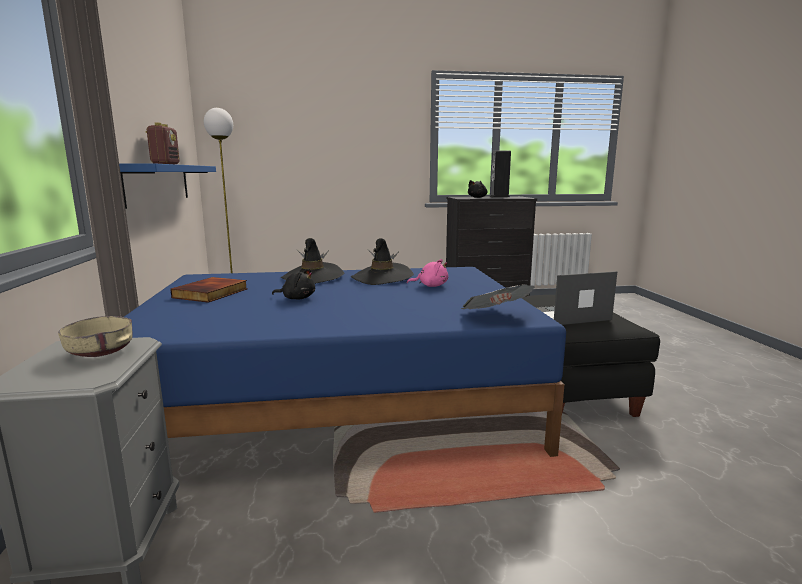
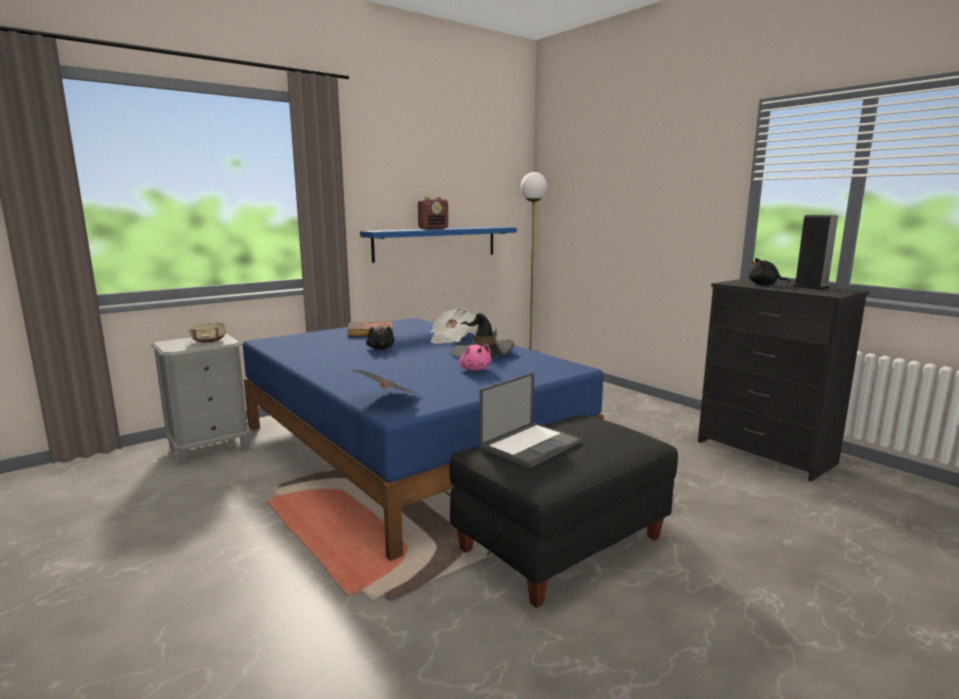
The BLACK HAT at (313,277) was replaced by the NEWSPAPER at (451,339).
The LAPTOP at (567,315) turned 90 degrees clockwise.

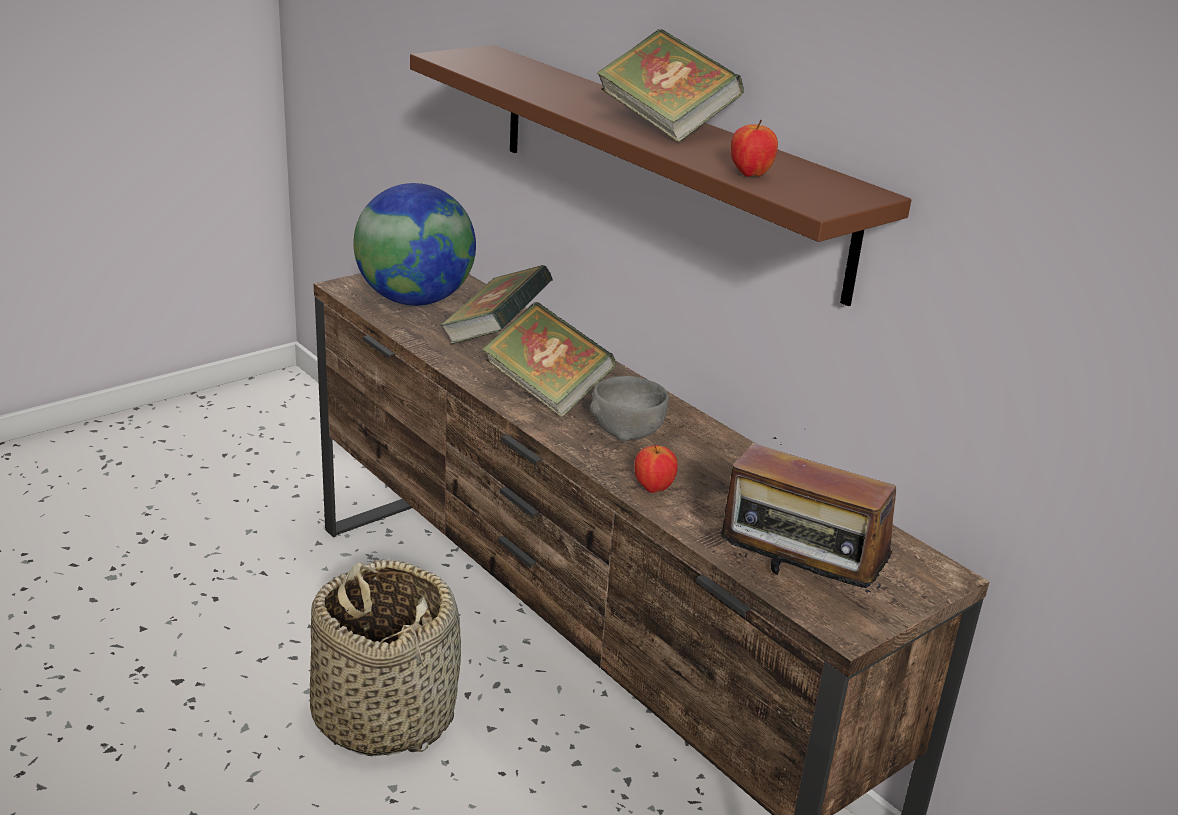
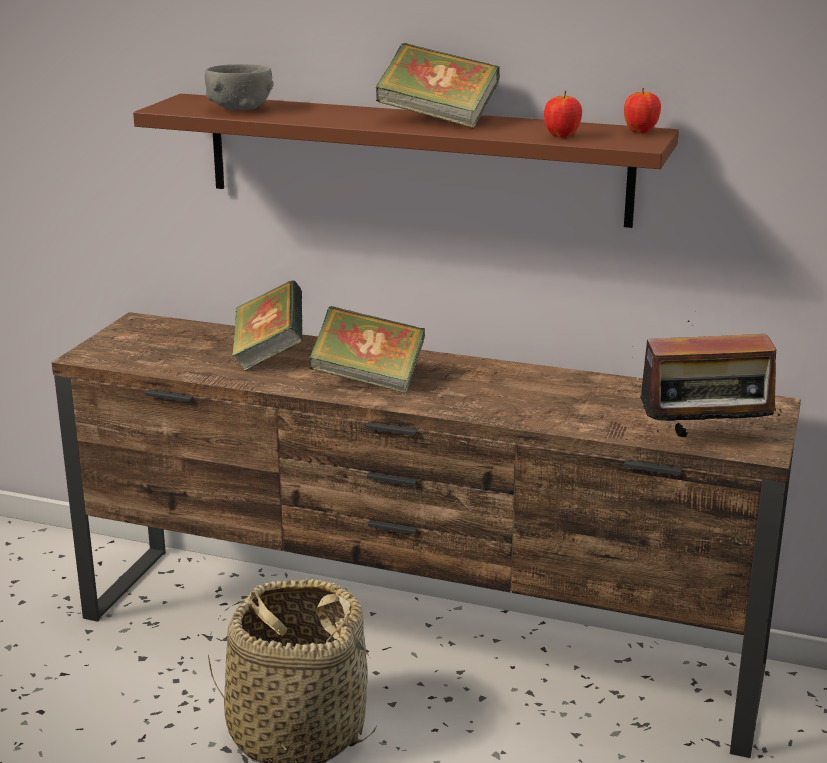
The GLOBE at (415,300) disappeared.
The GREY BOWL moved from (626,432) to (239,109).
The APPLE moved from (653,488) to (640,132).

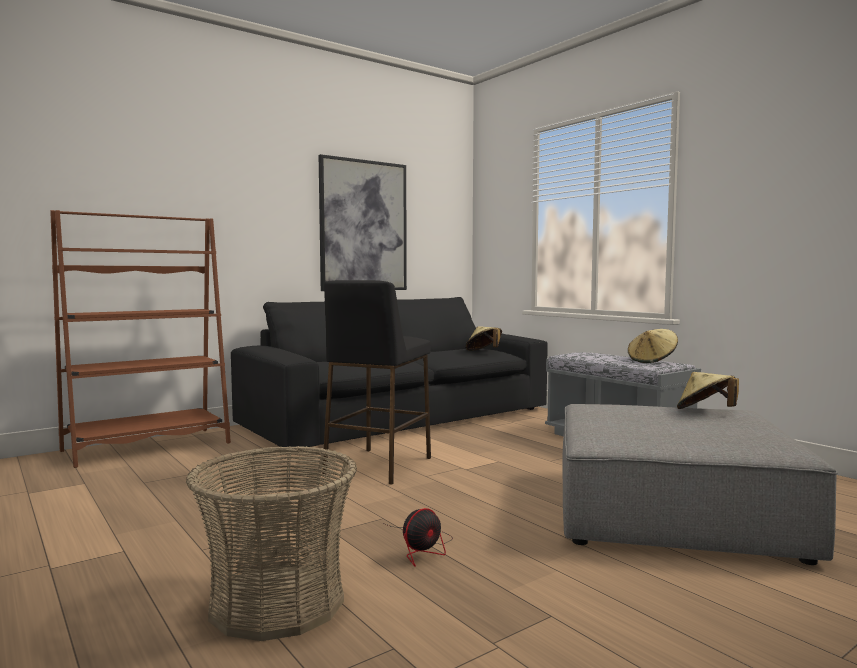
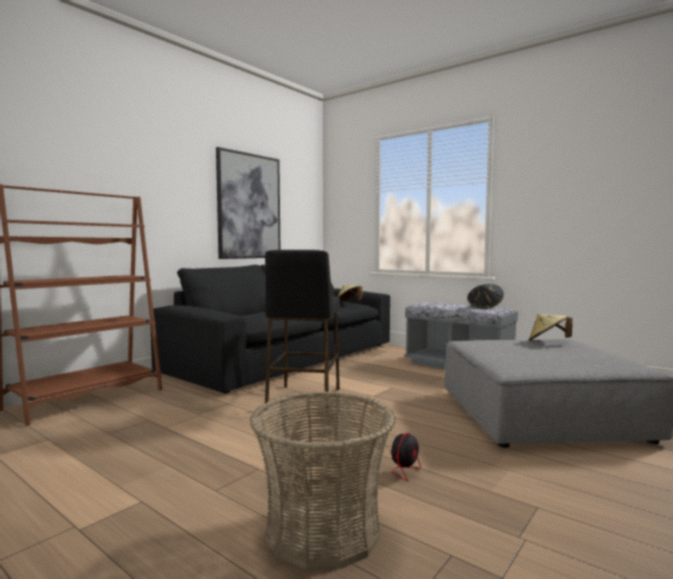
The BEIGE HAT at (652,361) became the BLACK HAT at (485,307).

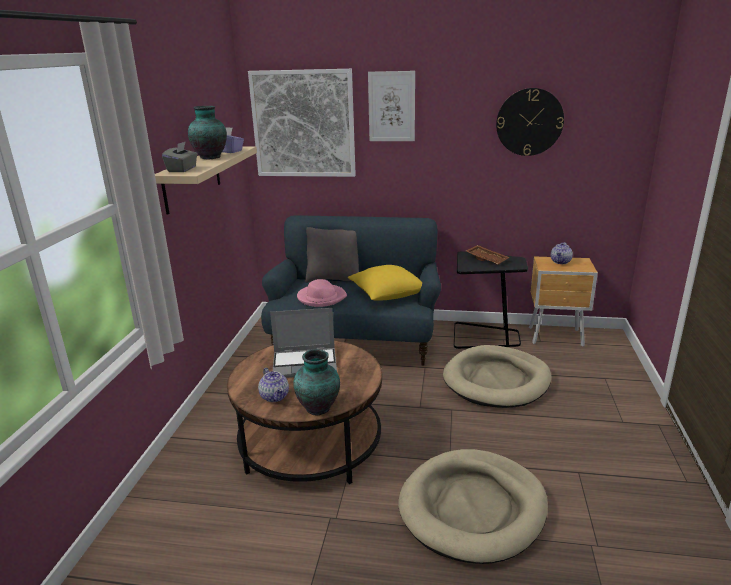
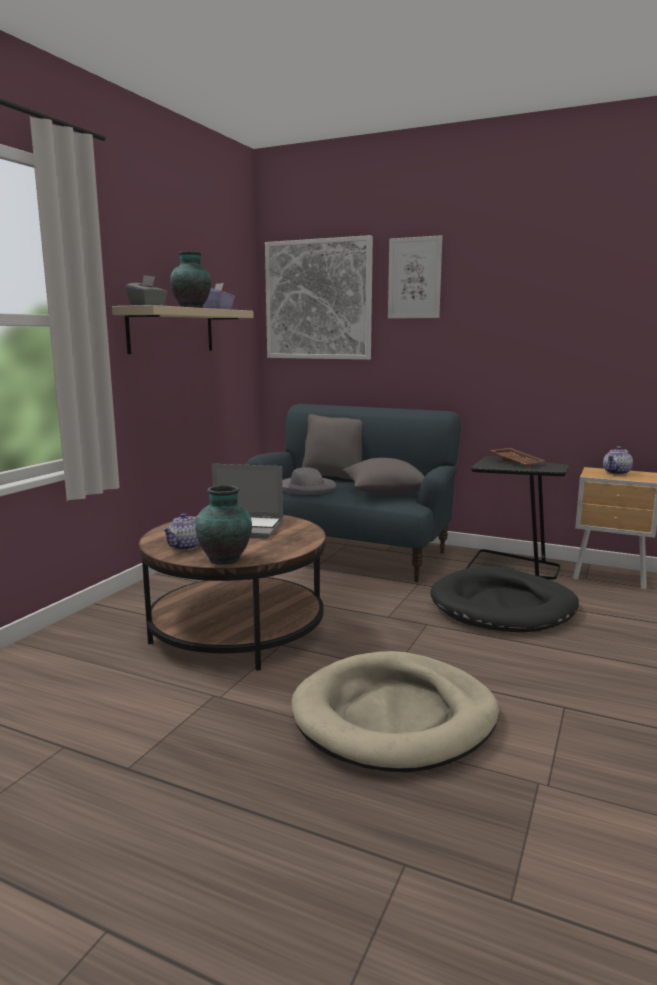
The WALL CLOCK at (529,122) disappeared.
The YELLOW PILLOW at (387,295) became the GREY PILLOW at (385,493).
The PINK HAT at (321,297) became the GREY HAT at (307,488).
The BEIGE DOG BED at (496,380) became the BLACK DOG BED at (503,606).
The TEAPOT at (275,396) turned 45 degrees clockwise.

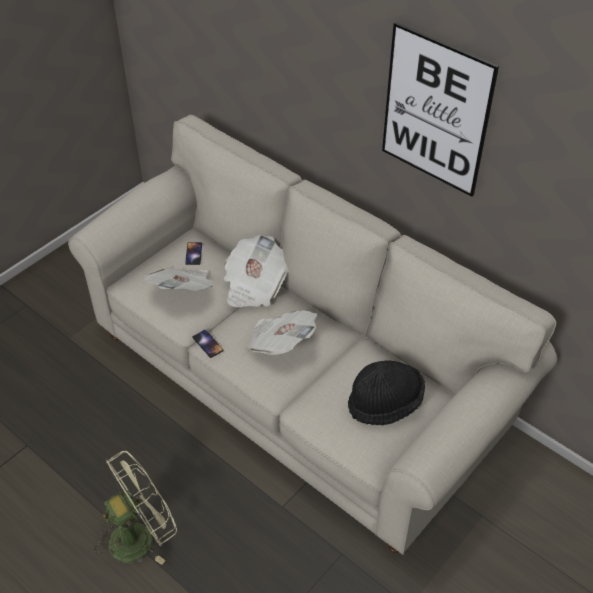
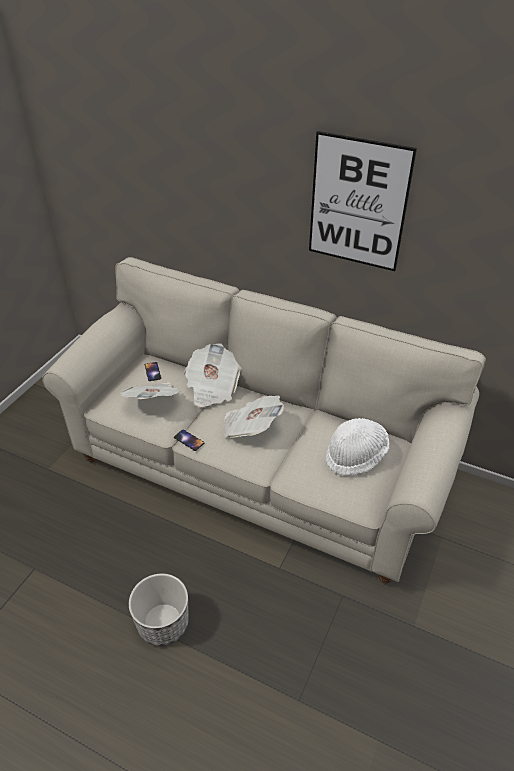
The BLACK HAT at (385,403) became the WHITE HAT at (355,456).
The GREEN FAN at (139,535) was replaced by the PLANTER at (163,623).

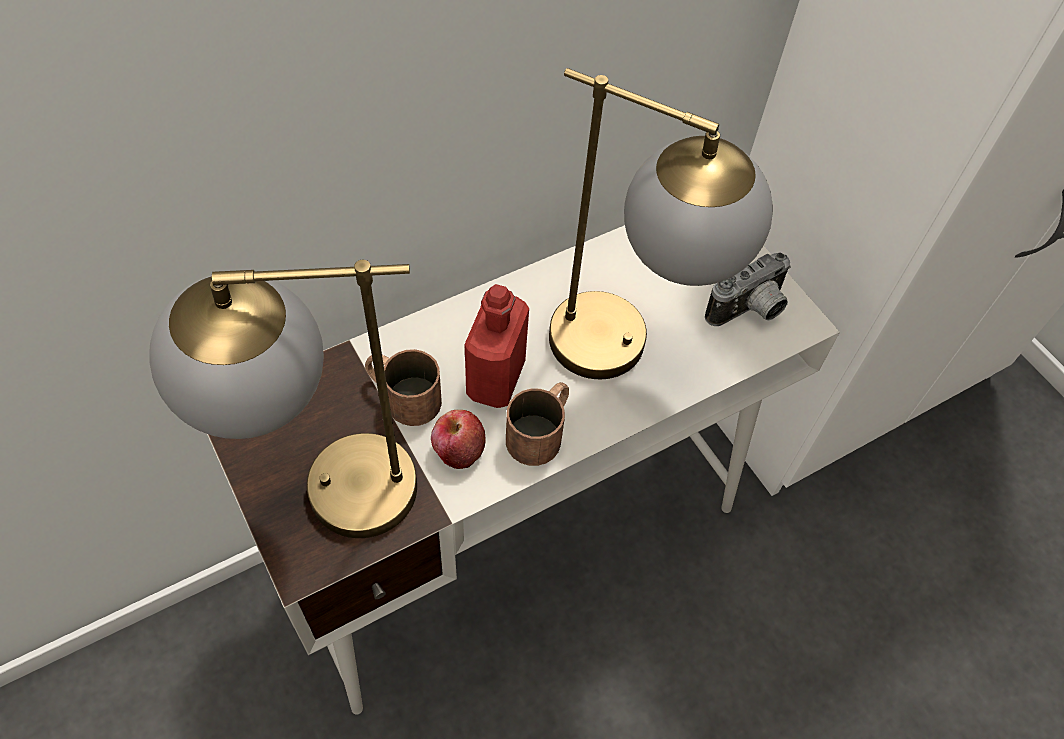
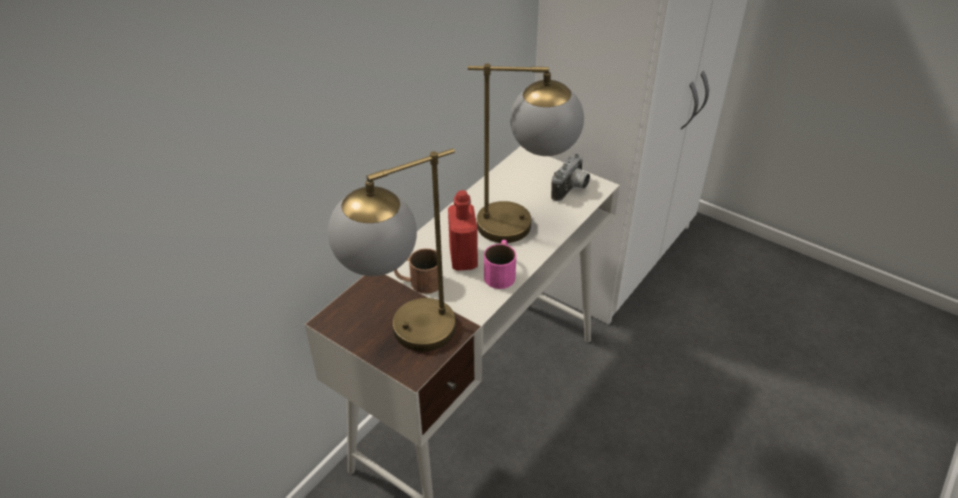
The BROWN MUG at (541,430) became the PINK MUG at (501,272).
The APPLE at (458,450) disappeared.

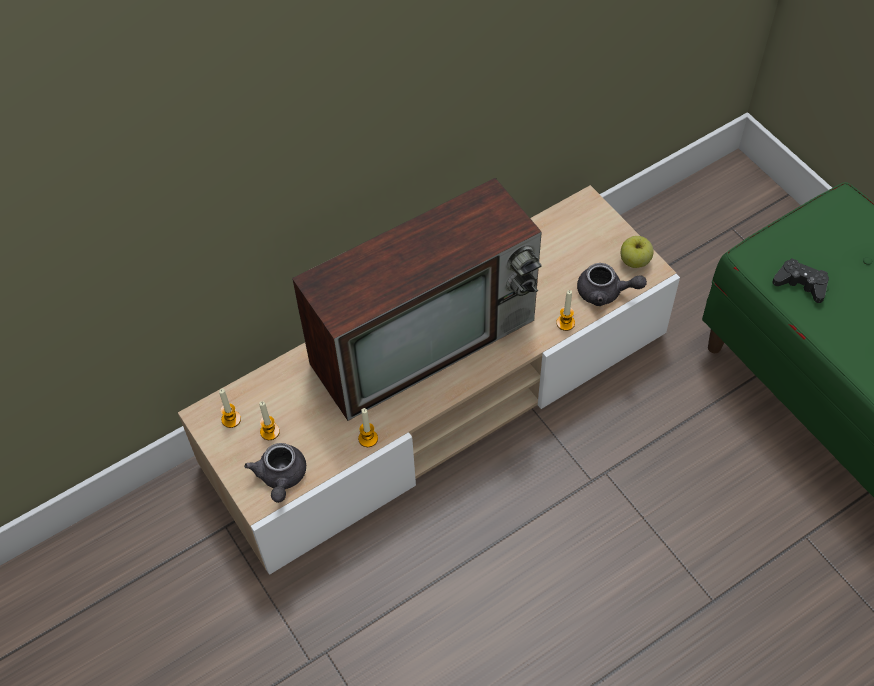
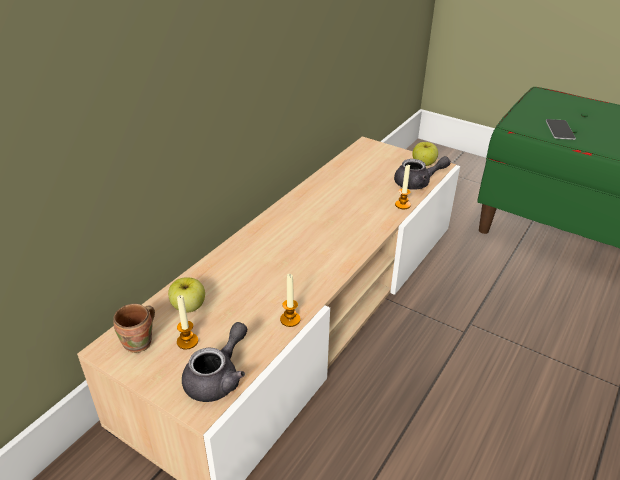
The TELEVISION at (426,338) disappeared.
The BLACK GAME CONTROLLER at (801,284) was replaced by the PHONE at (560,129).
The CANDLE at (231,419) was replaced by the BROWN MUG at (140,343).
The GREY TEAPOT at (281,478) turned 120 degrees counterclockwise.
The APPLE at (188,307) appeared.

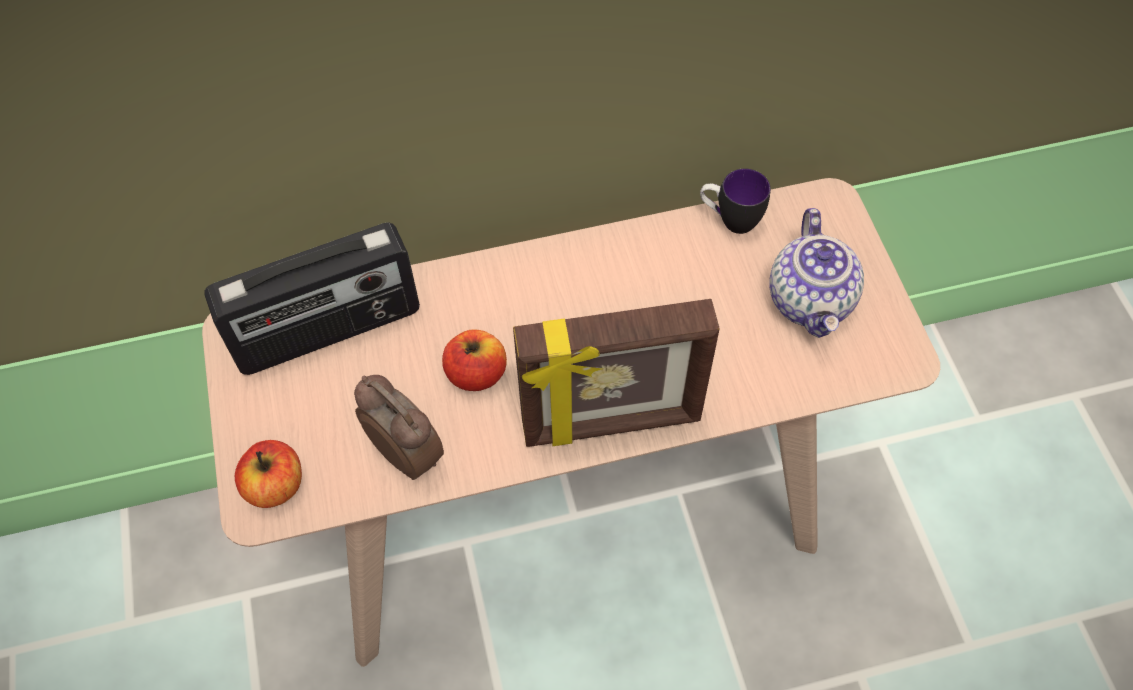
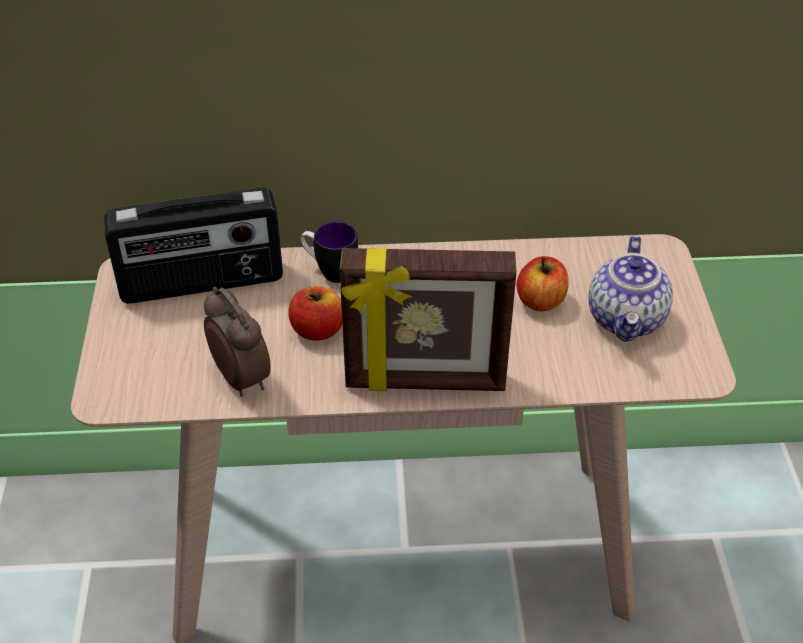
The MUG moved from (729,220) to (329,271).
The APPLE moved from (276,486) to (541,301).

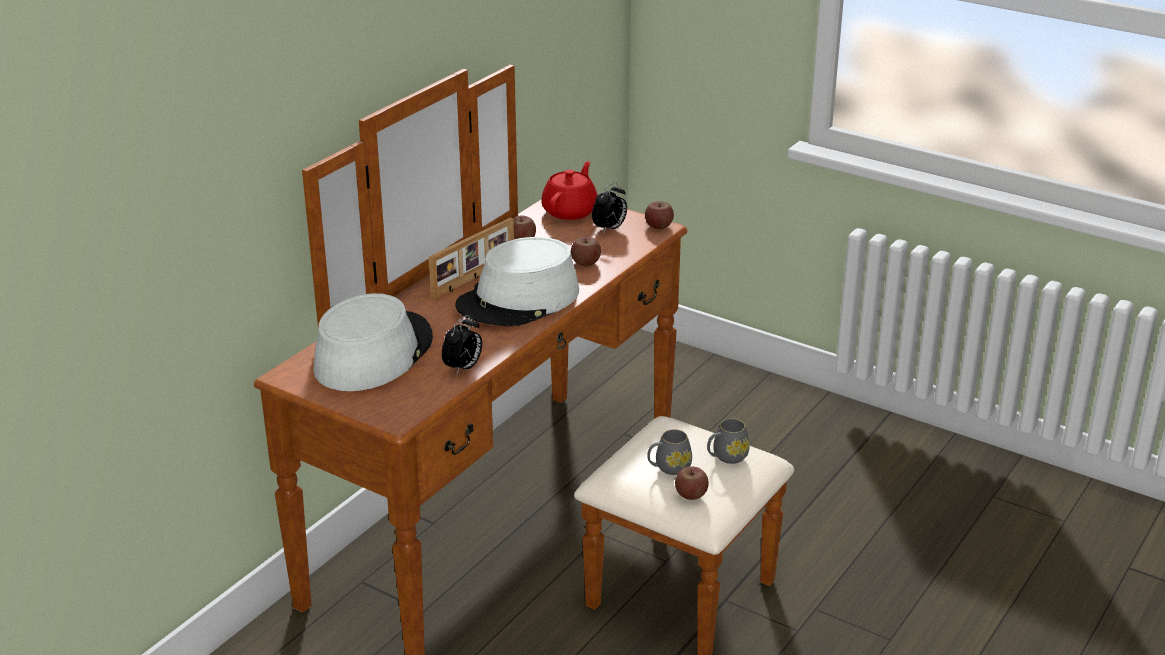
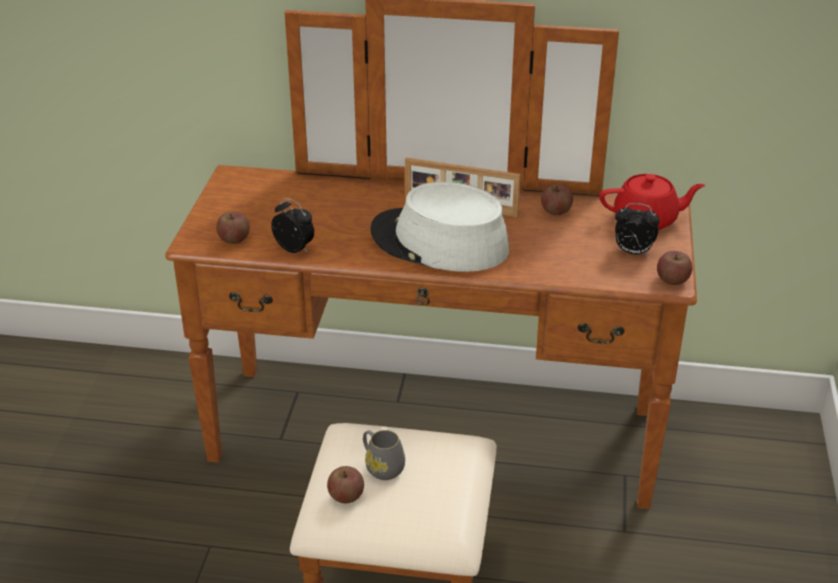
The APPLE moved from (585,262) to (234,239).
The WHITE HAT at (373,353) disappeared.
The ALARM CLOCK at (463,368) turned 150 degrees counterclockwise.
The GREY MUG at (726,457) disappeared.

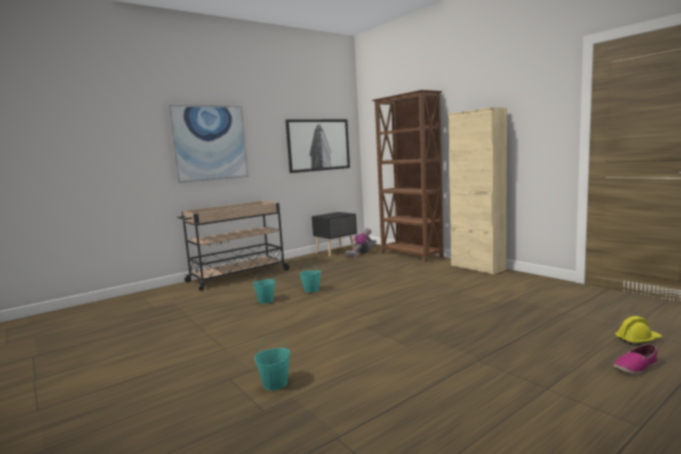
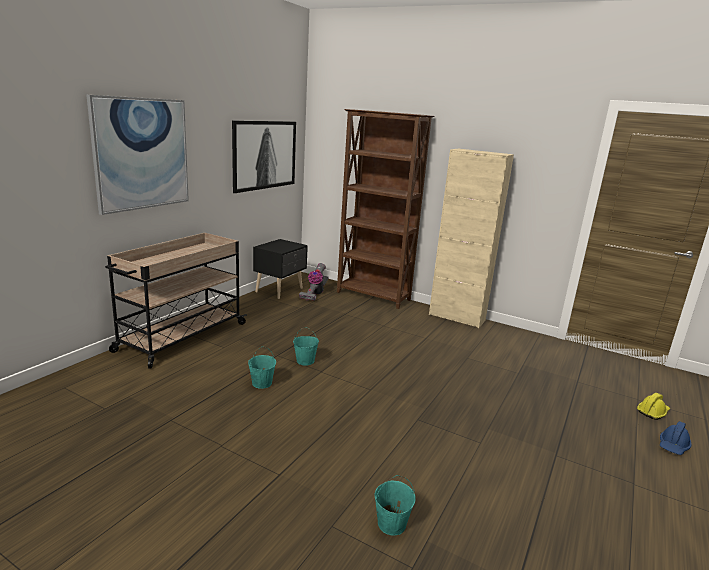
The SHOE at (635,366) was replaced by the BLUE HARD HAT at (673,446).

